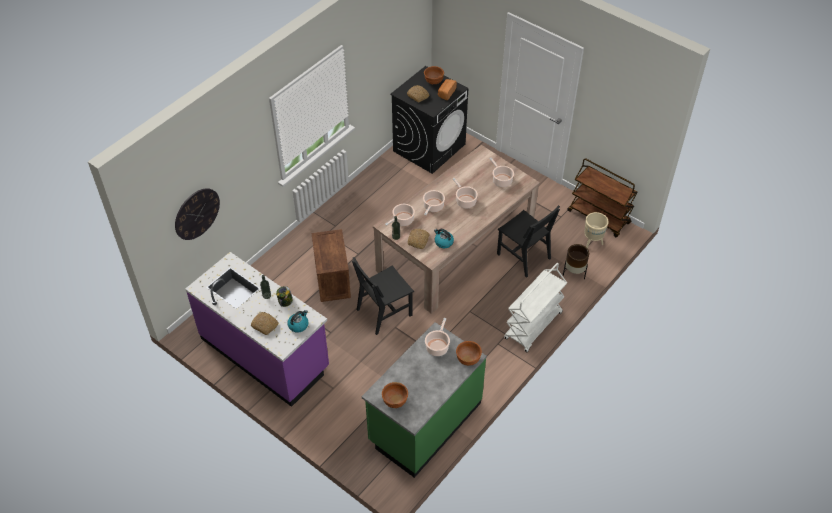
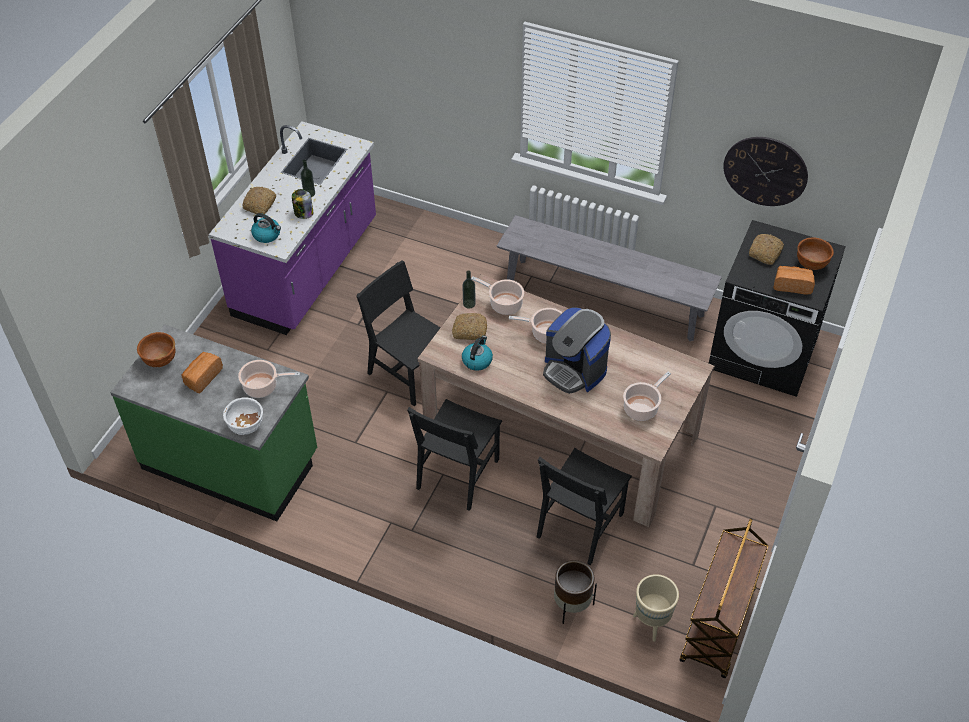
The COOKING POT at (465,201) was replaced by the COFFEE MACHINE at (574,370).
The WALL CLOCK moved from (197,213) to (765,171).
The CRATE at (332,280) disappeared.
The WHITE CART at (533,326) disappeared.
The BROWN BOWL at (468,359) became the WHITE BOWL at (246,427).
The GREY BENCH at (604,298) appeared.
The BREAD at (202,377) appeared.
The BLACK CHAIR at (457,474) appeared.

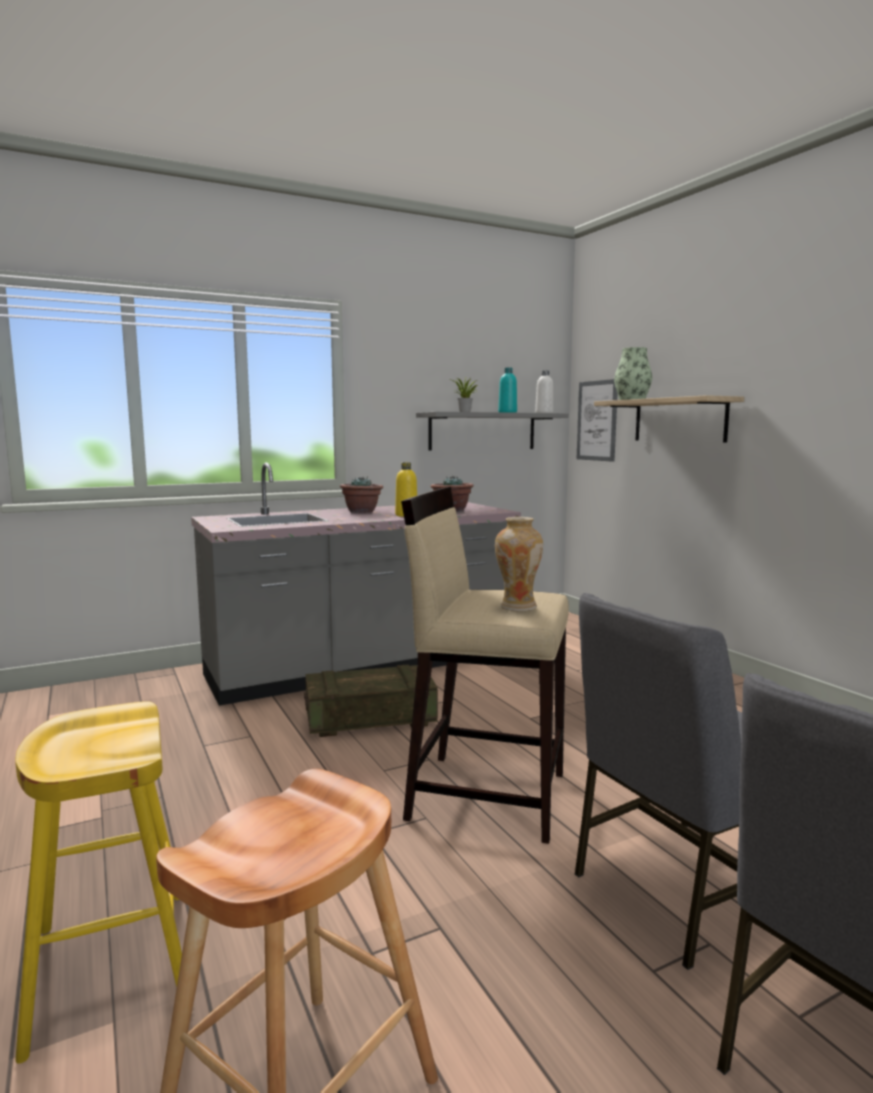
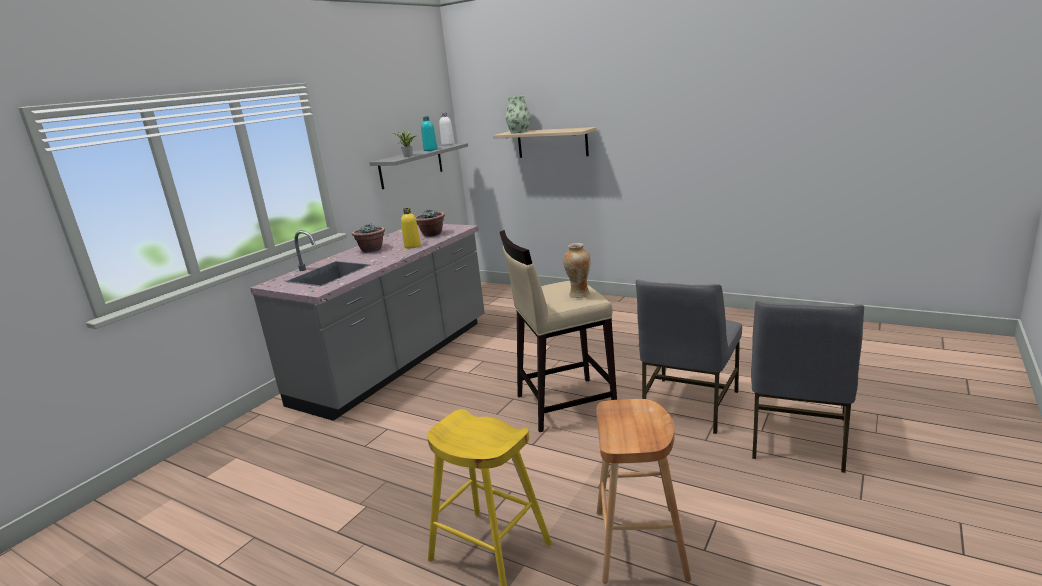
The PICTURE at (597,420) disappeared.
The CRATE at (370,719) disappeared.

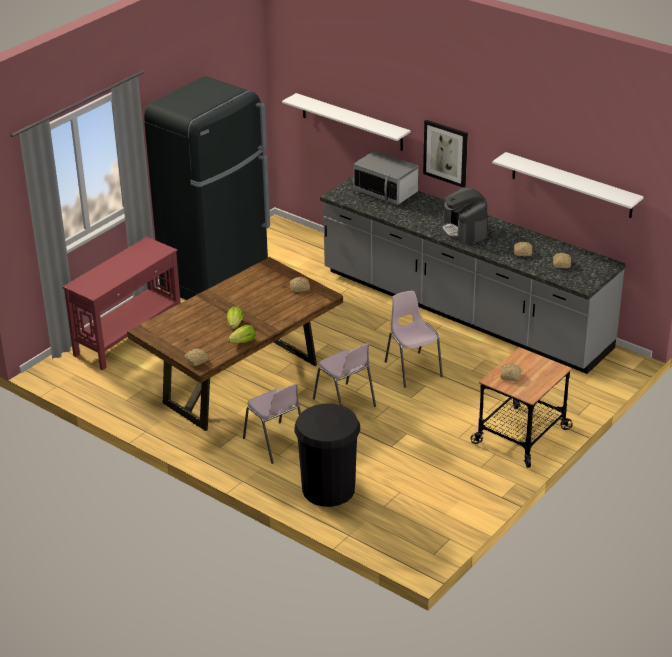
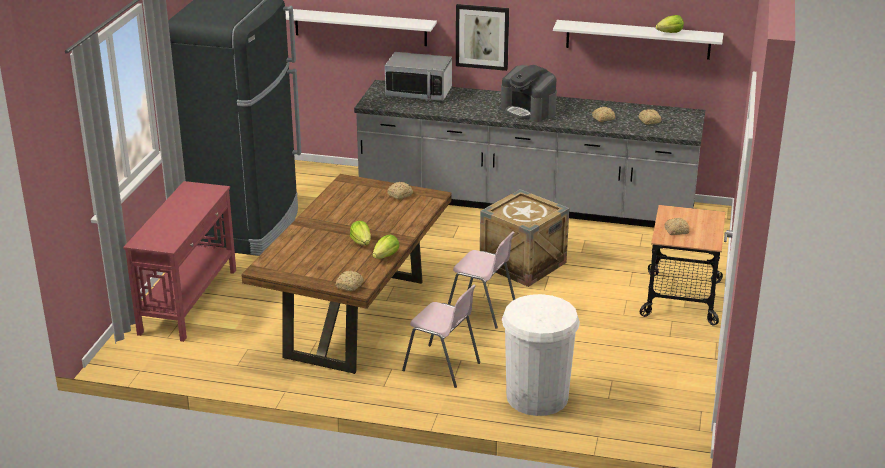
The PINK CHAIR at (412,369) was replaced by the CRATE at (523,264).
The BLACK TRASH CAN at (328,489) became the WHITE TRASH CAN at (537,397).
The LETTUCE at (670,33) appeared.

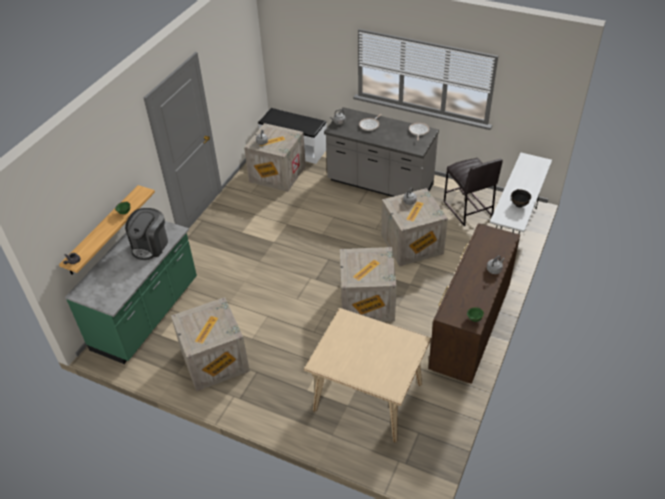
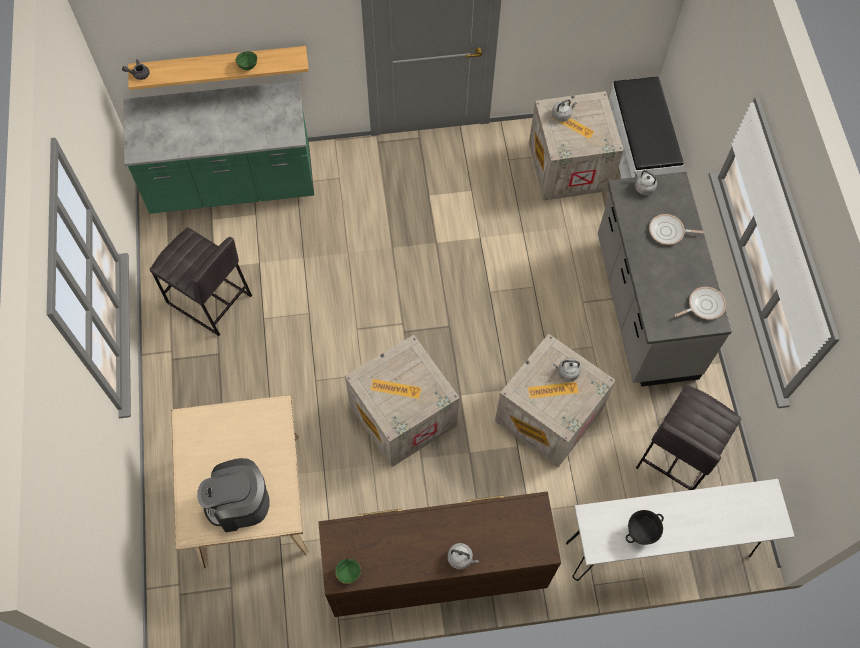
The COFFEE MACHINE moved from (150,246) to (239,504).
The CRATE at (215,361) was replaced by the GREY STOOL at (209,300).

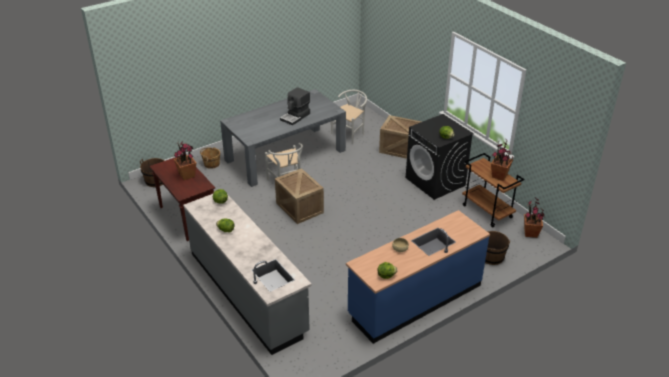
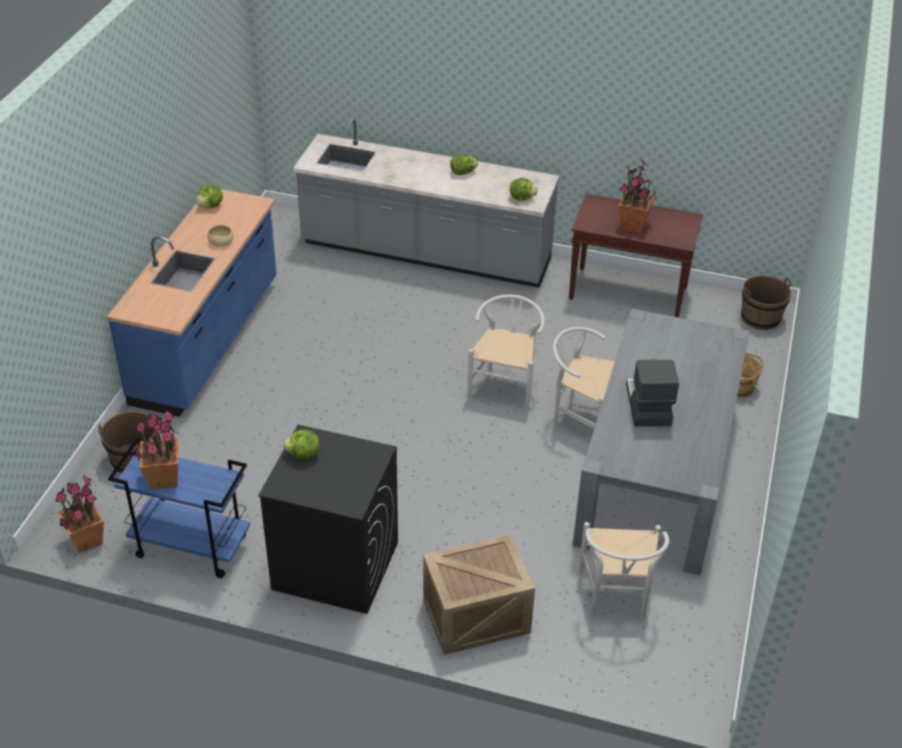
The BROWN CART at (487,211) became the BLUE CART at (190,547).
The CRATE at (299,208) was replaced by the WHITE CHAIR at (505,386).

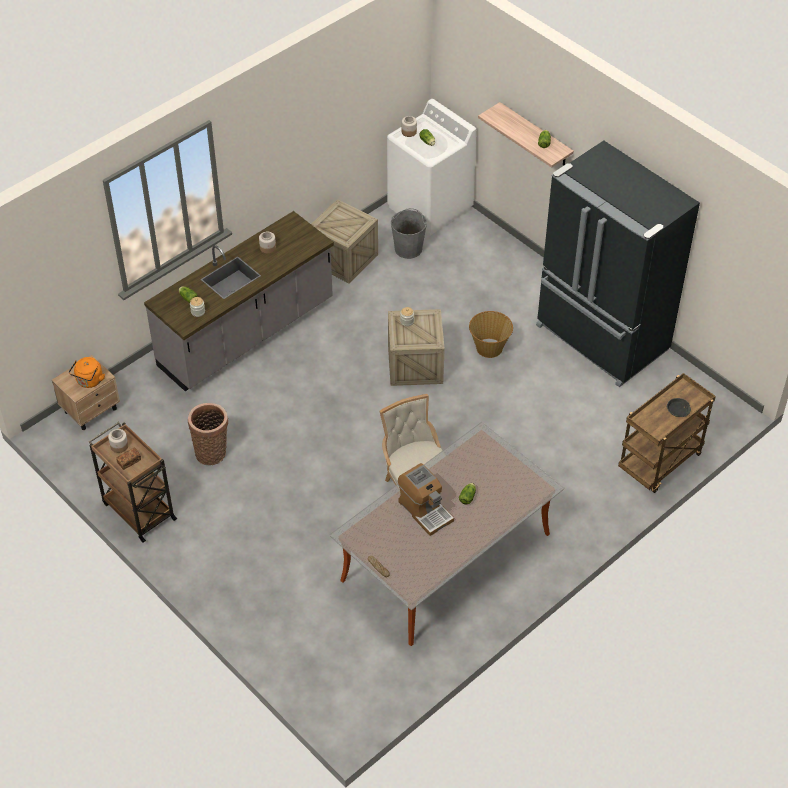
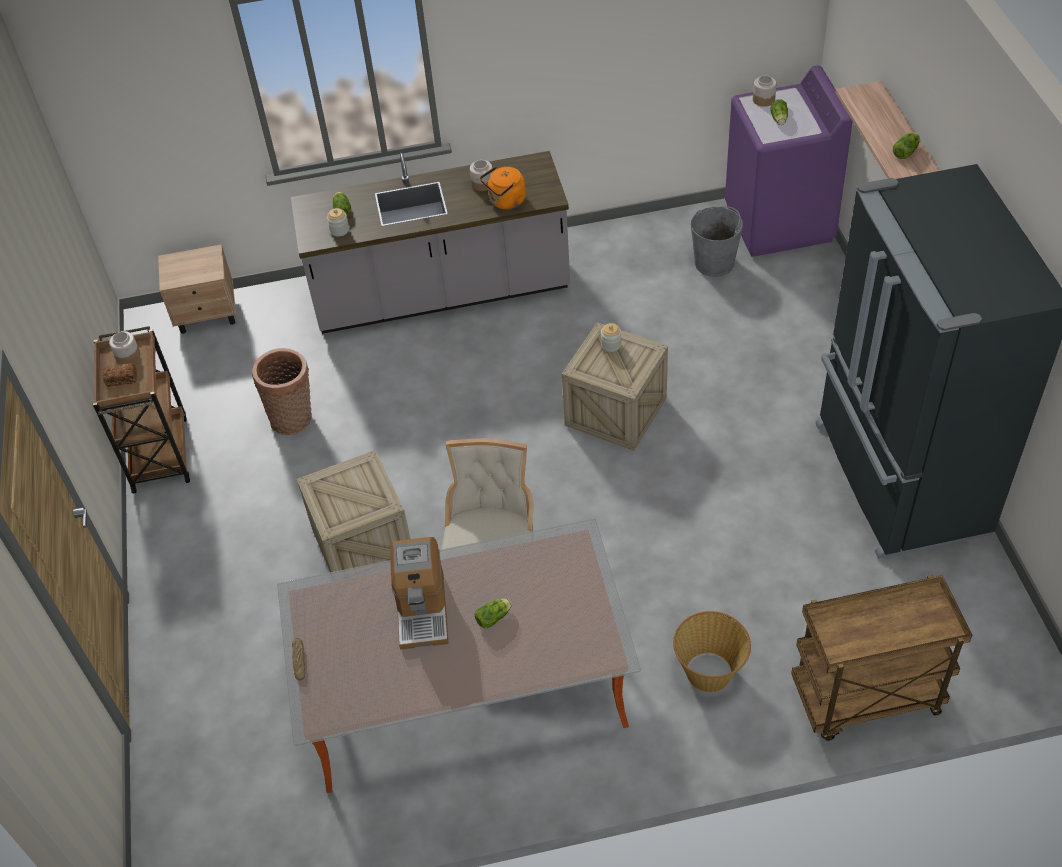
The WHITE WASHING MACHINE at (430,207) became the PURPLE WASHING MACHINE at (779,222).
The CRATE moved from (343,259) to (362,543).
The BASKET moved from (489,347) to (709,671).
The ORANGE KETTLE moved from (89,381) to (505,202).
The GREY BOWL at (678,410) disappeared.

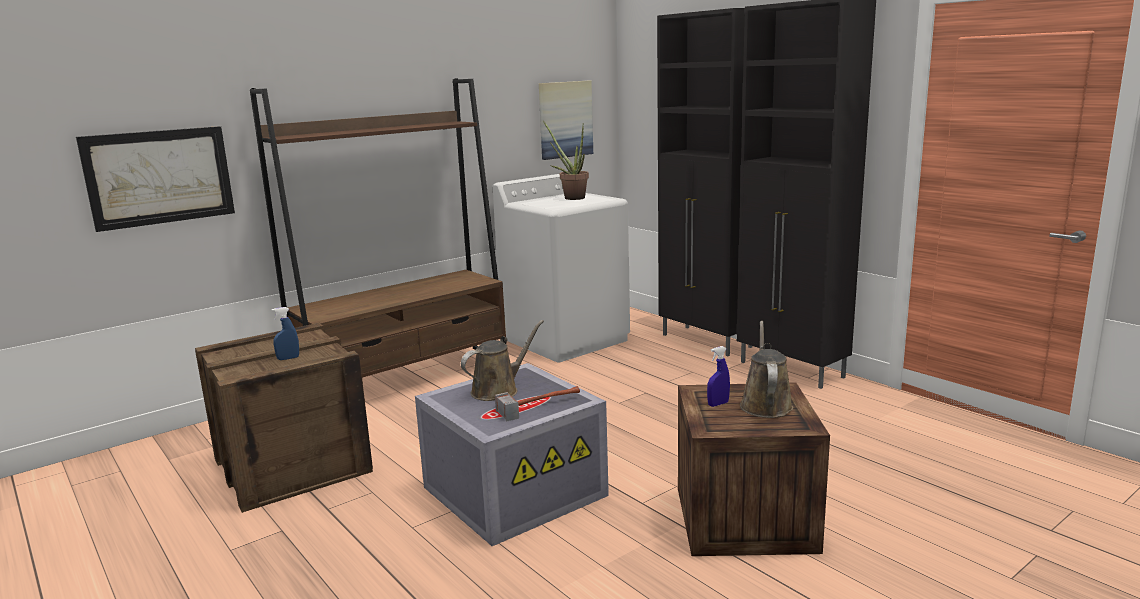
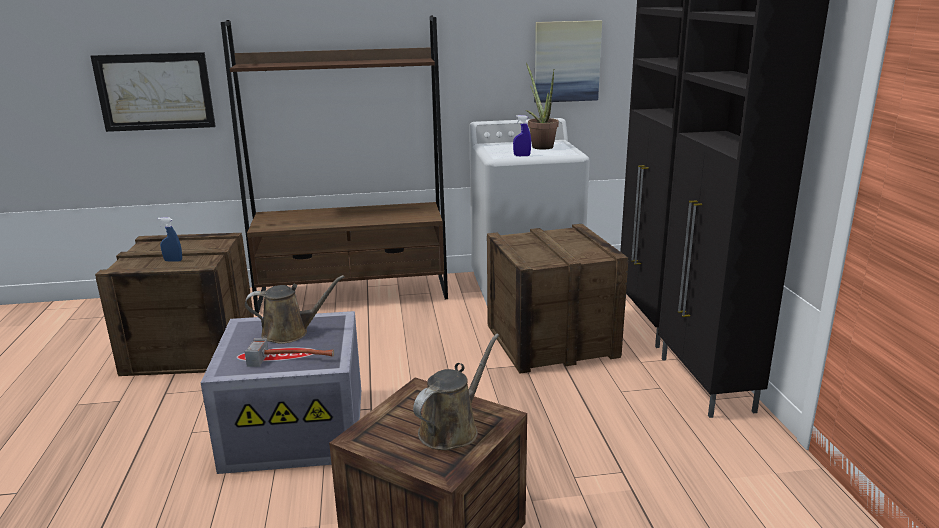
The BLUE SPRAY BOTTLE moved from (718,404) to (522,156).
The CRATE at (551,340) appeared.

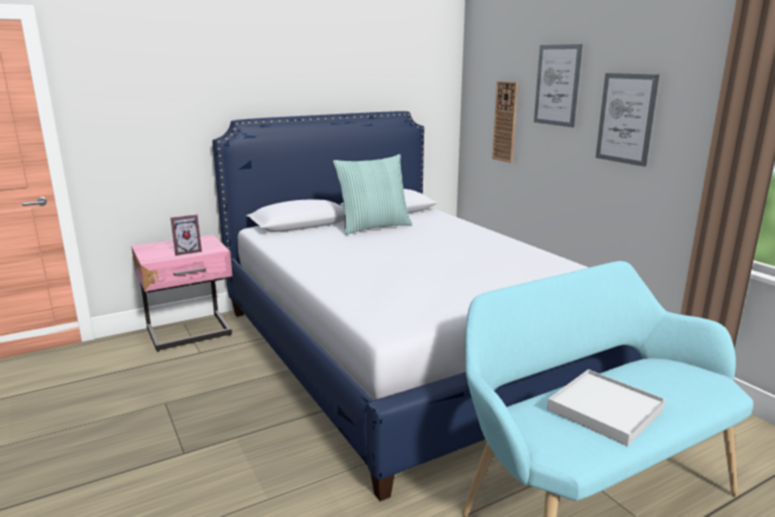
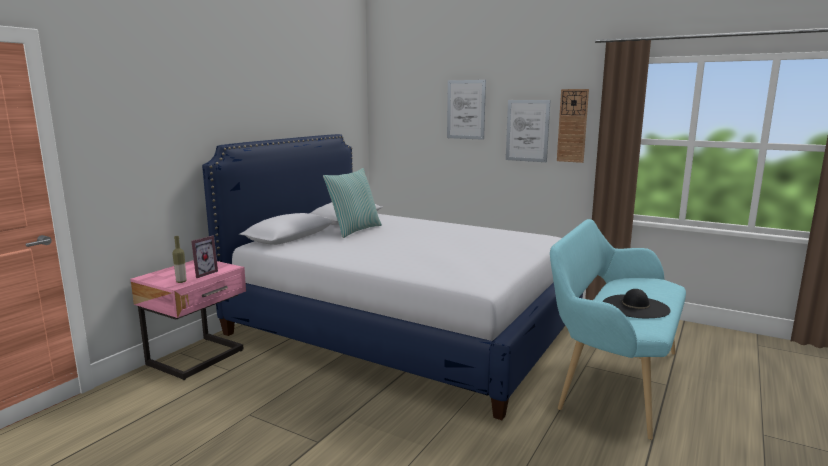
The WALL CLOCK moved from (505,122) to (572,126).
The WHITE TRAY at (605,410) was replaced by the BLACK HAT at (635,307).
The BOTTLE at (181,281) appeared.

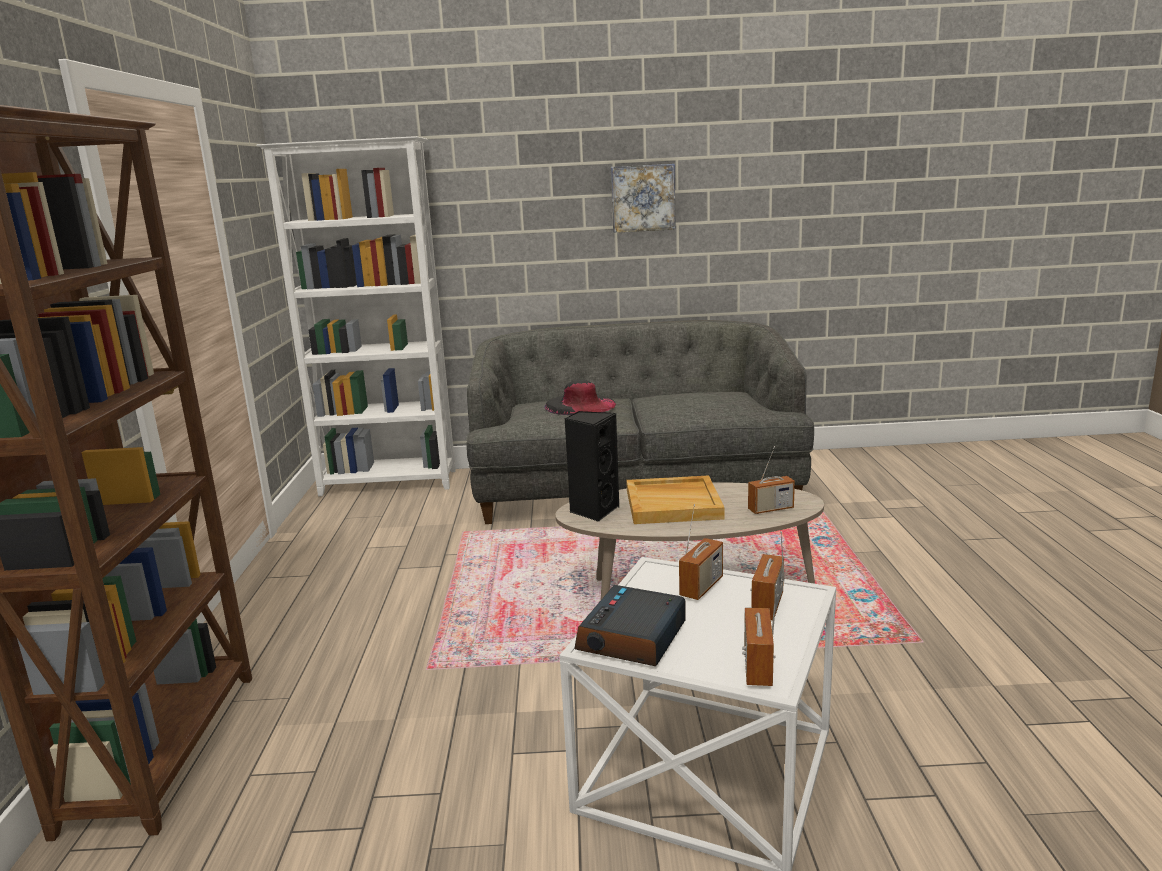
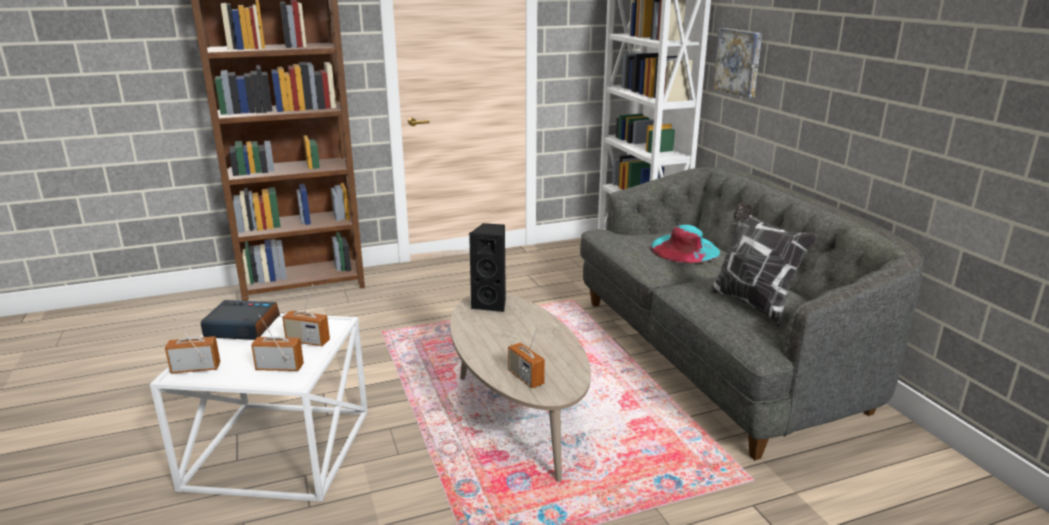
The PICTURE moved from (643,198) to (739,62).
The BLACK HAT at (580,405) became the TURQUOISE HAT at (684,249).
The BEIGE TRAY at (674,503) disappeared.
The PILLOW at (752,304) appeared.

